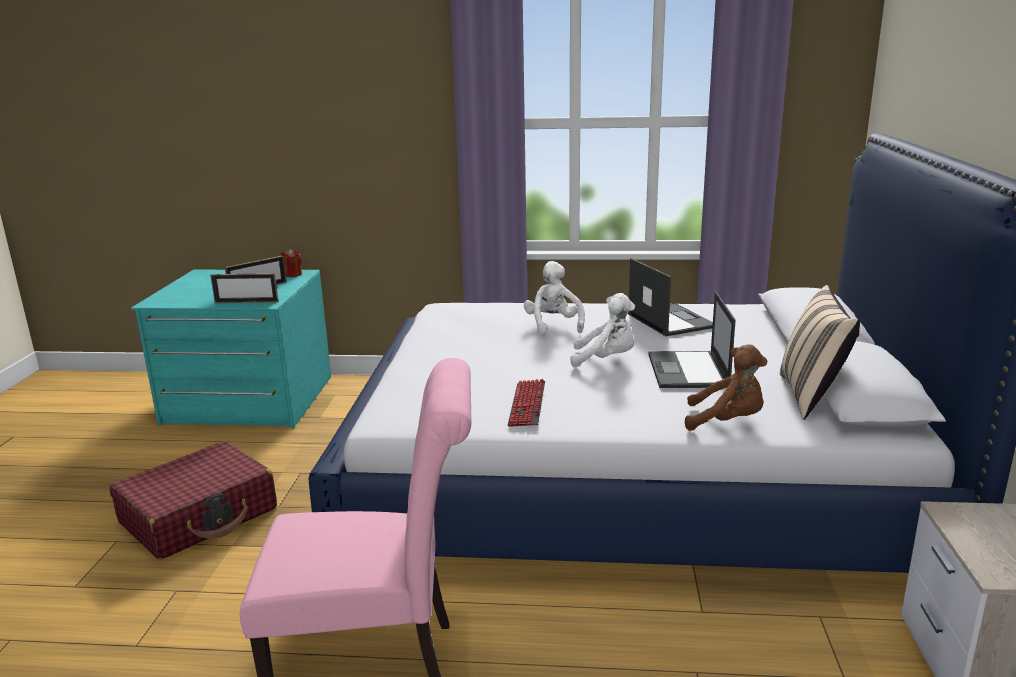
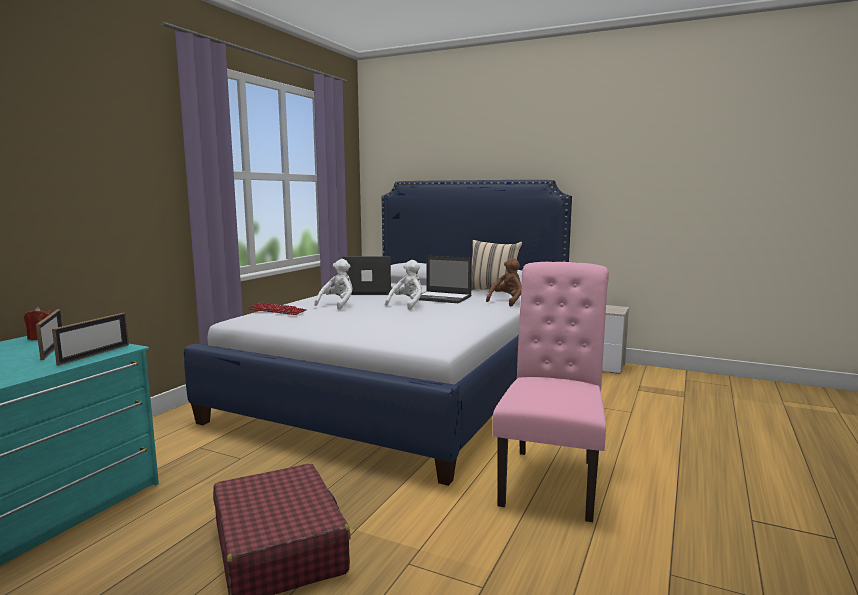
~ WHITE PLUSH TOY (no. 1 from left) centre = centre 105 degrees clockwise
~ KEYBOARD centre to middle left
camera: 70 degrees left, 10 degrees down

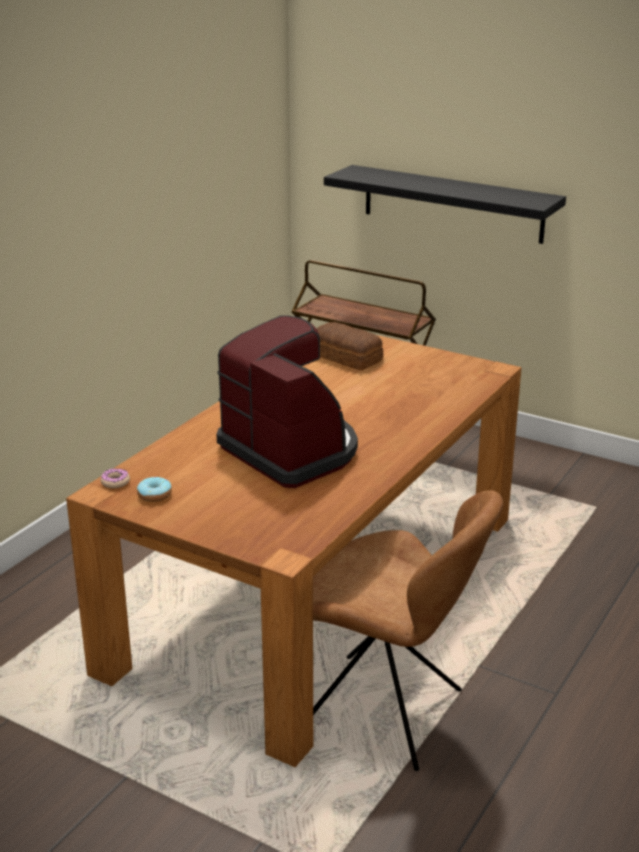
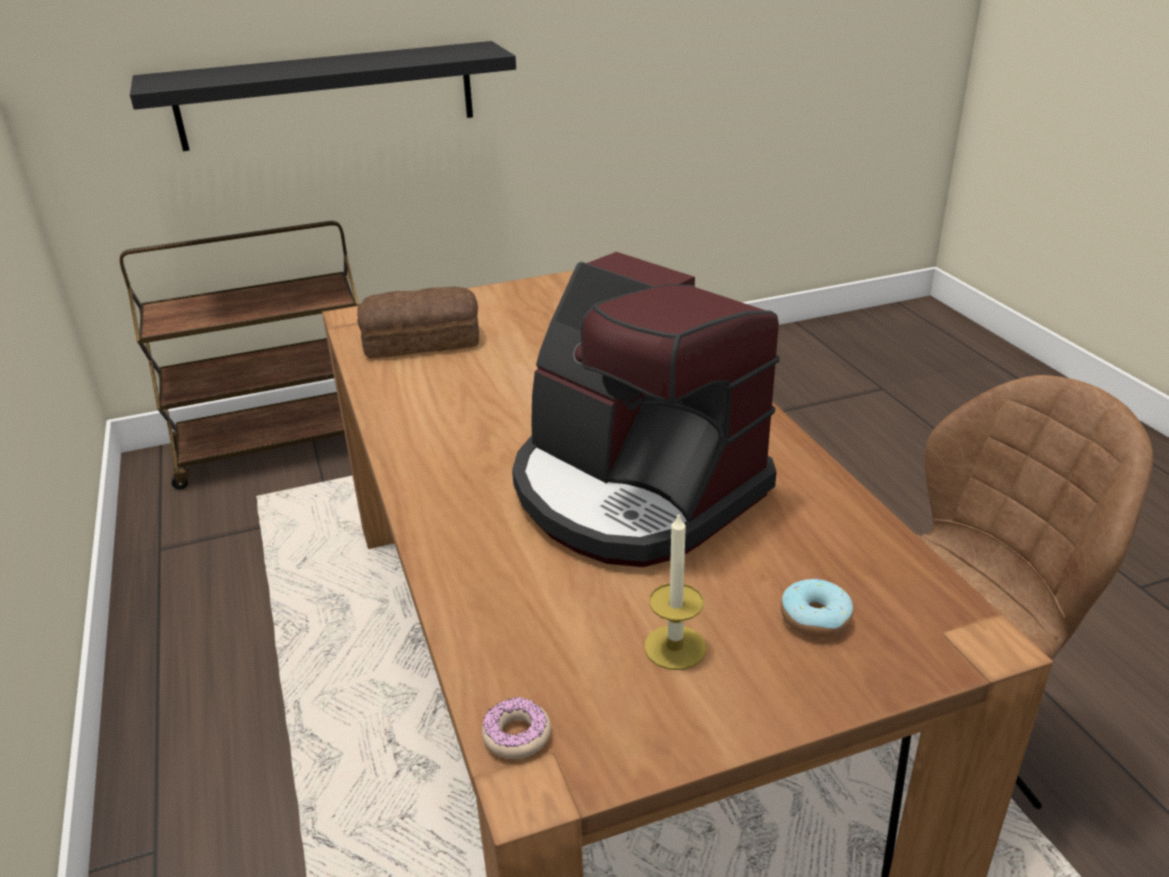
~ COFFEE MACHINE centre = centre 135 degrees counterclockwise
~ DONUT (no. 2 from left) middle left to bottom right
+ CANDLE bottom centre
camera: 50 degrees left, 5 degrees up

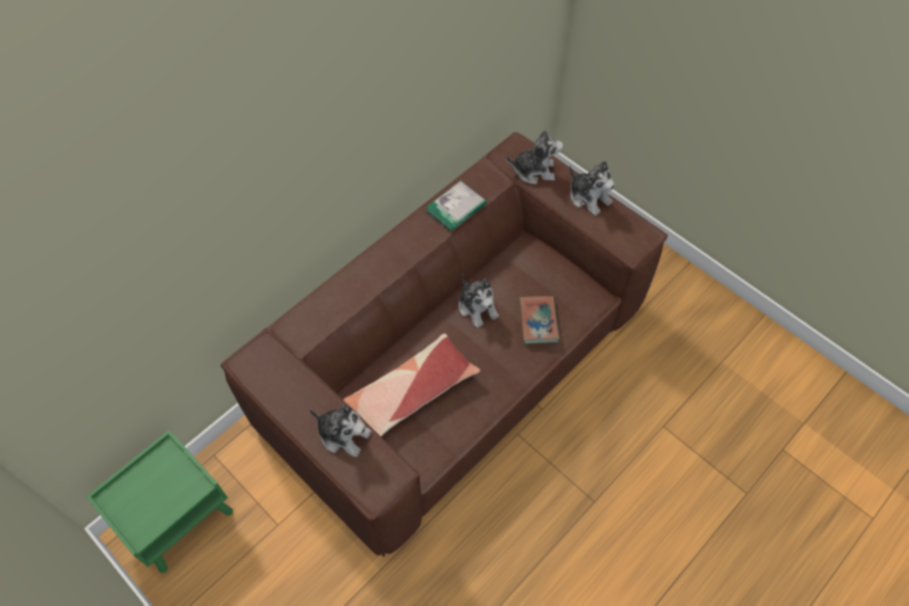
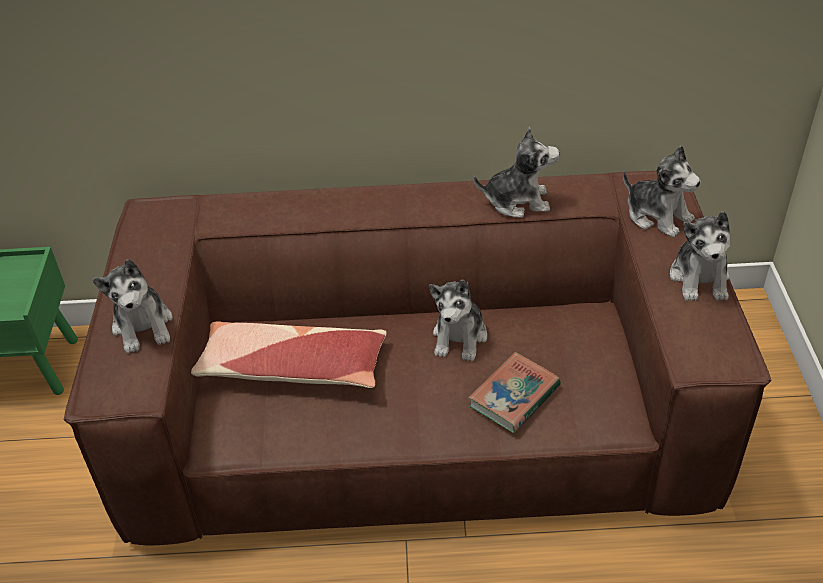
~ BOOK (no. 1 from left) centre to PLUSH TOY (no. 3 from left) top centre
camera: 45 degrees right, 15 degrees down

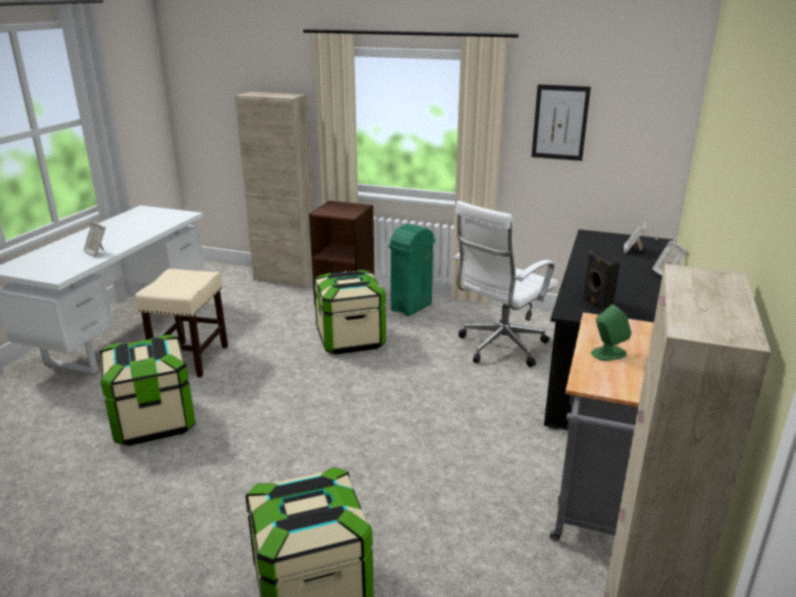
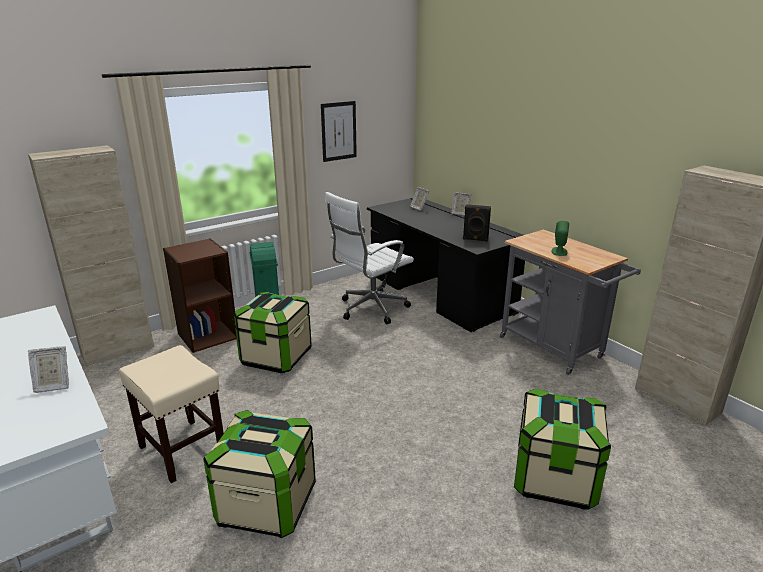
~ WHITE OFFICE CHAIR centre = centre 60 degrees clockwise
camera: 55 degrees left, 0 degrees up

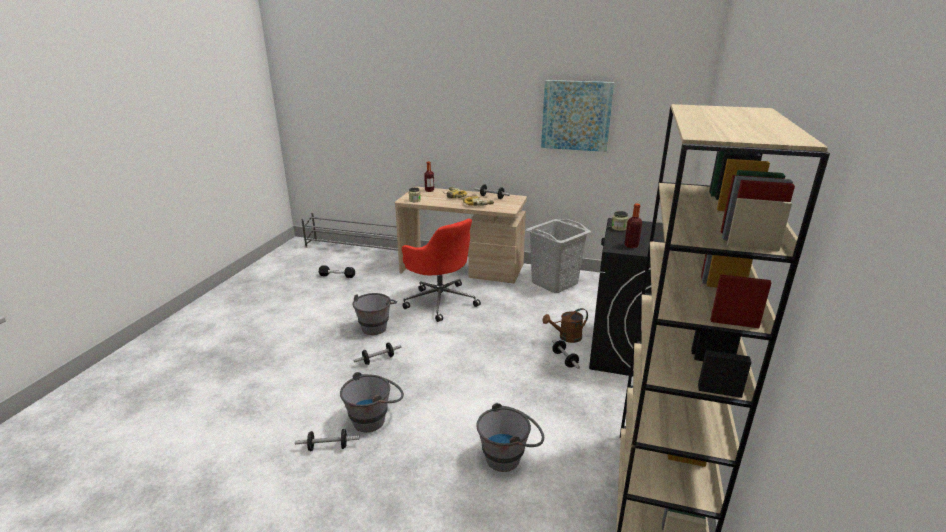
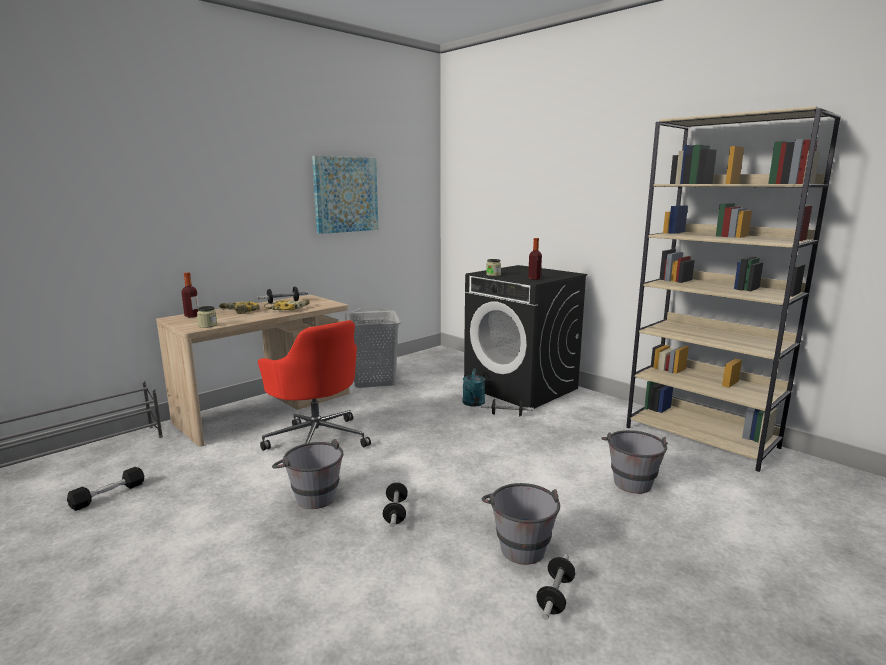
~ RED OFFICE CHAIR centre = centre 60 degrees clockwise
~ BROWN WATERING CAN centre to TURQUOISE WATERING CAN centre
camera: 60 degrees left, 10 degrees down

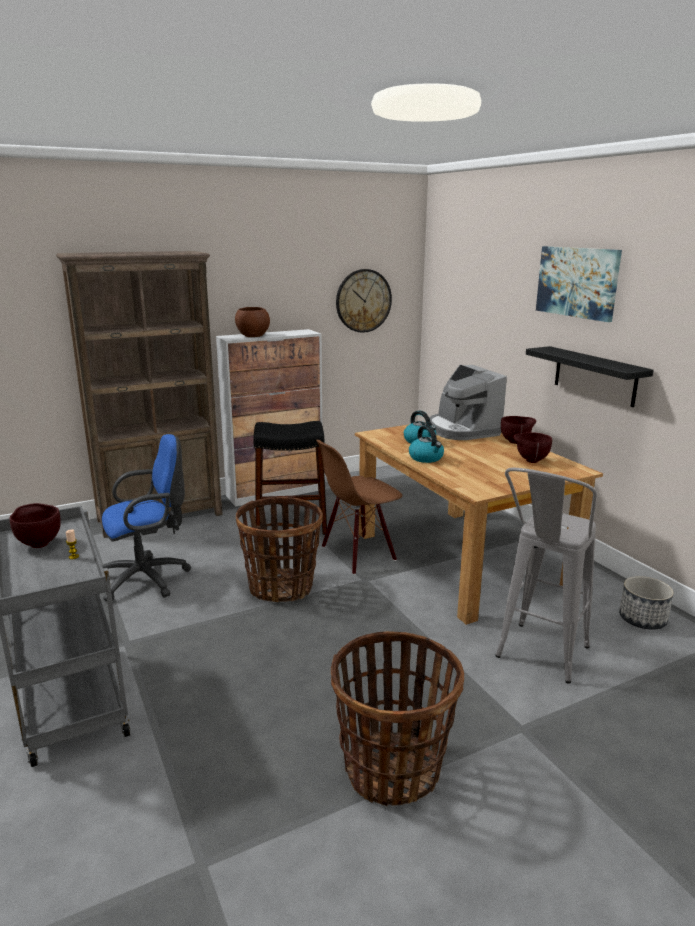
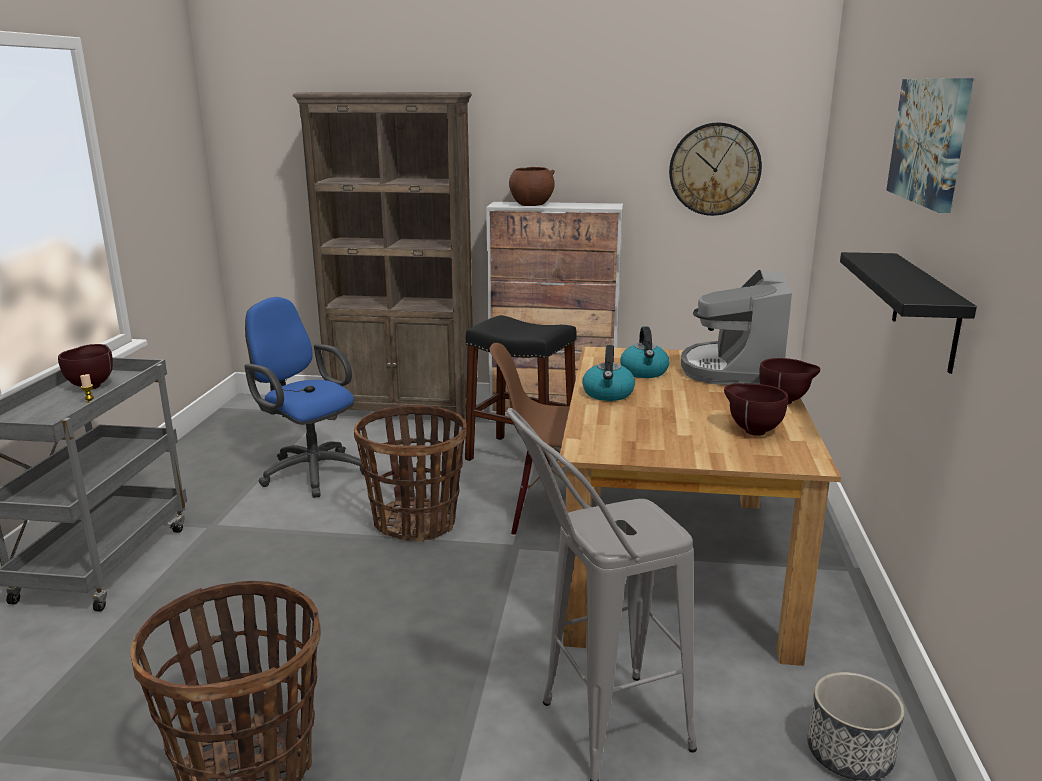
~ BLUE OFFICE CHAIR middle left = middle left 150 degrees counterclockwise
camera: 35 degrees right, 0 degrees up

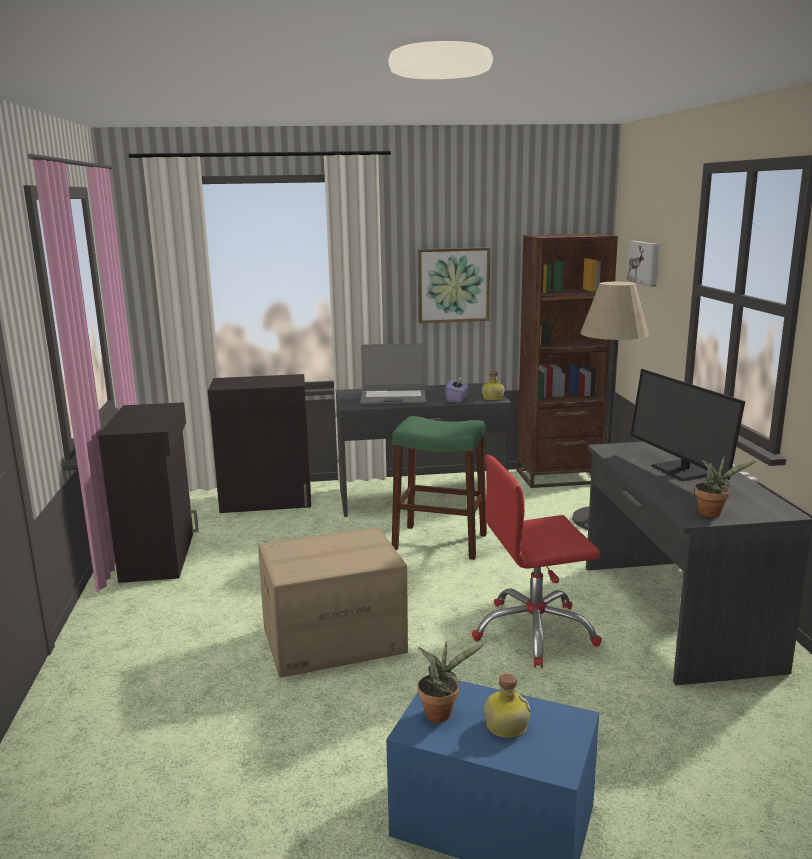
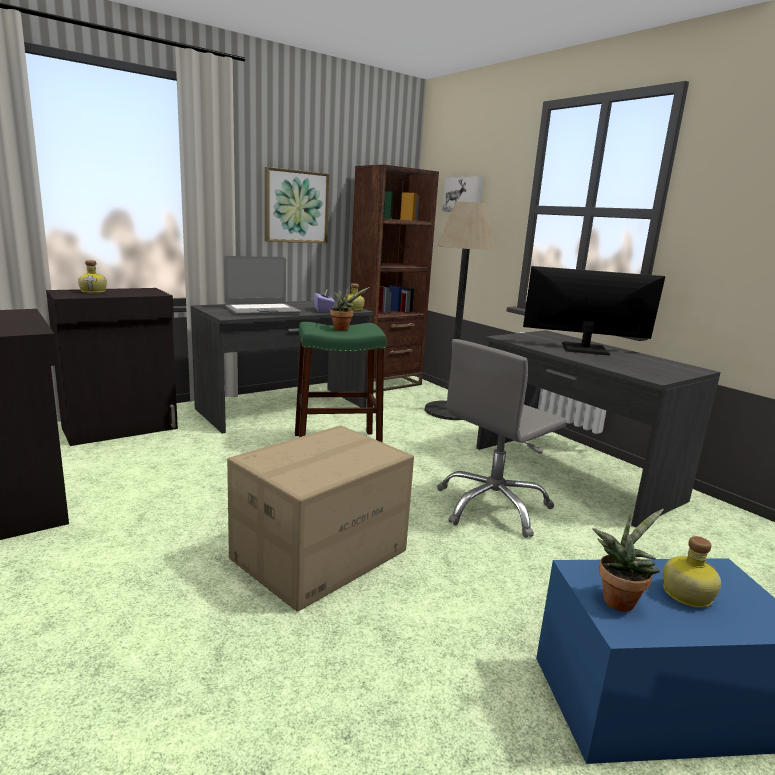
~ MONITOR middle right = middle right 150 degrees clockwise
~ RED OFFICE CHAIR centre to GREY OFFICE CHAIR centre
~ POTTED PLANT (no. 2 from left in the first image) middle right to POTTED PLANT (no. 1 from left) centre
+ BOTTLE (no. 1 from left) middle left
camera: 30 degrees left, 0 degrees up

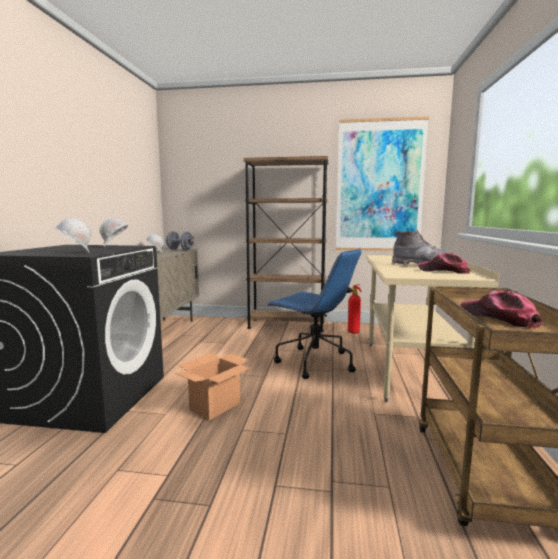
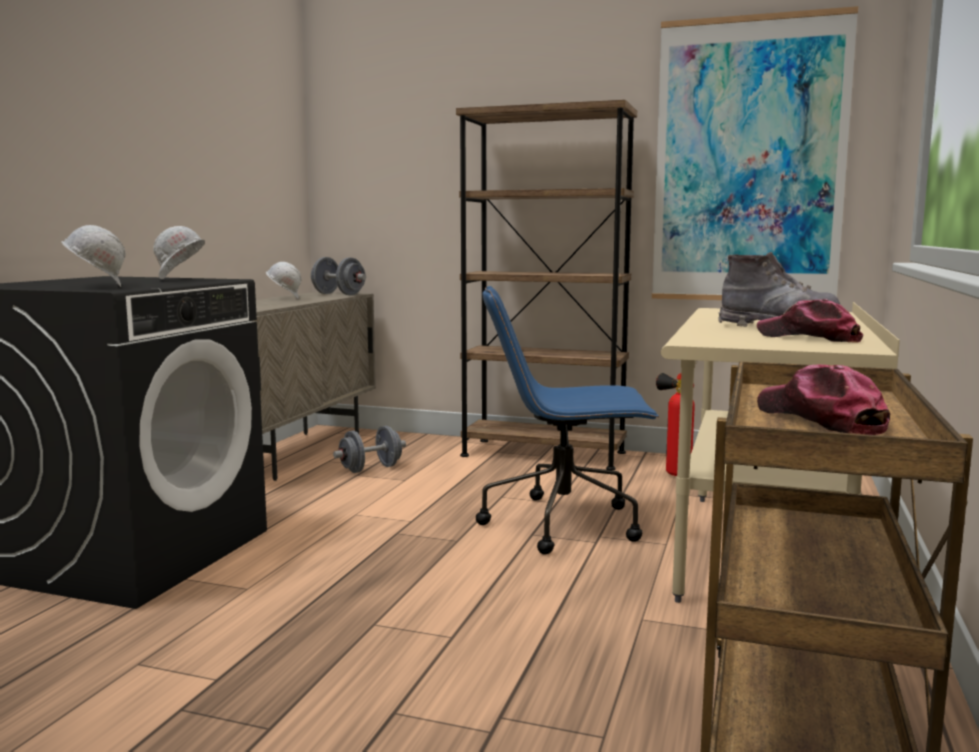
~ BLUE OFFICE CHAIR centre = centre 135 degrees clockwise
- CARDBOARD BOX bottom centre
+ GREY DUMBBELL (no. 2 from left) centre
camera: 10 degrees right, 0 degrees up

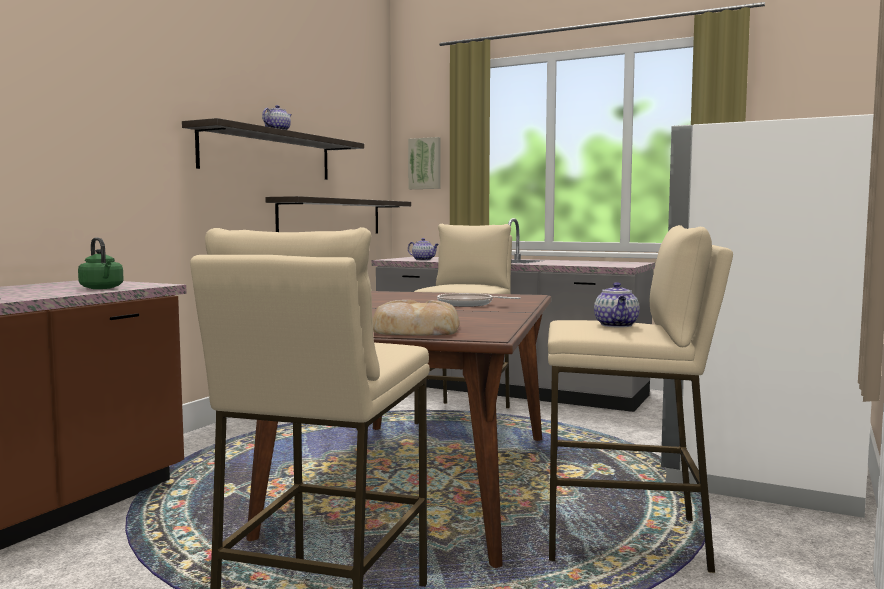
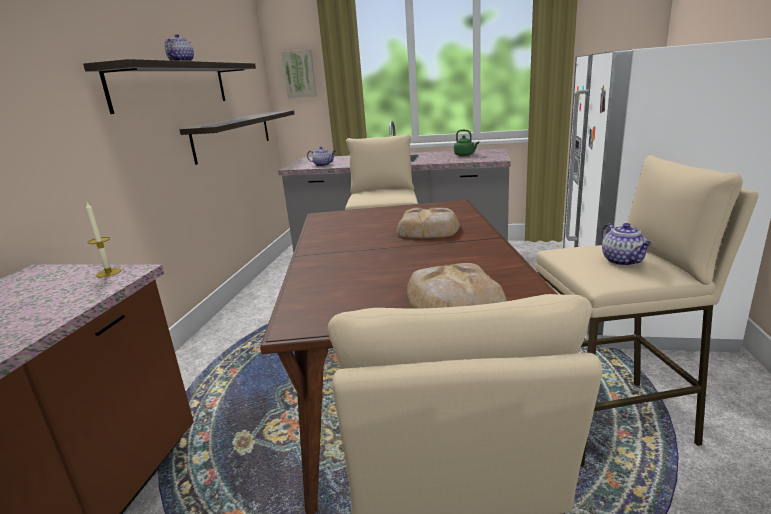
~ GREEN KETTLE middle left to top centre
~ FRYING PAN centre to BREAD (no. 1 from left) centre
+ CANDLE middle left
camera: 15 degrees left, 15 degrees up

